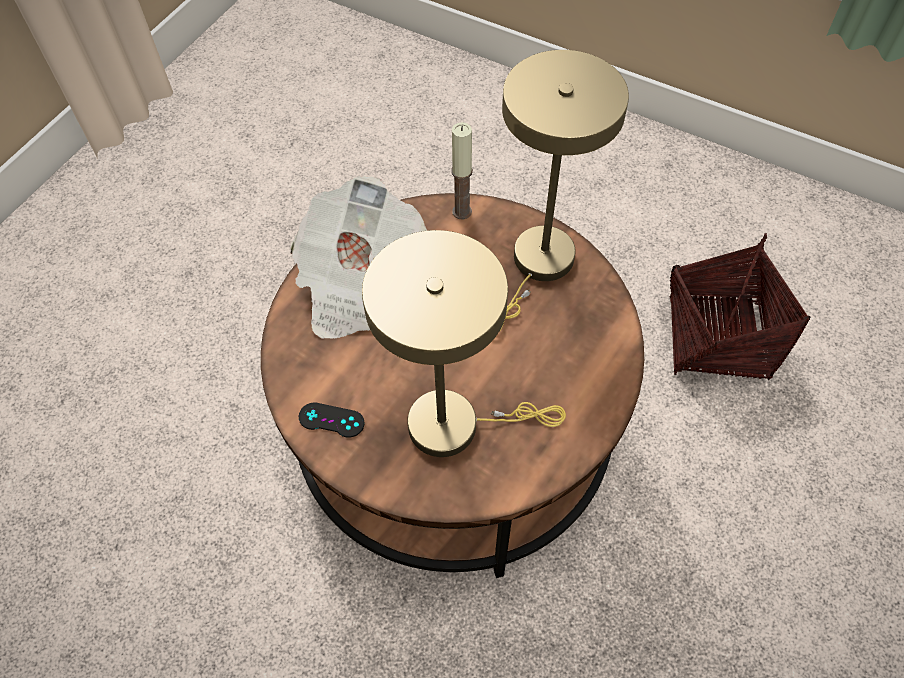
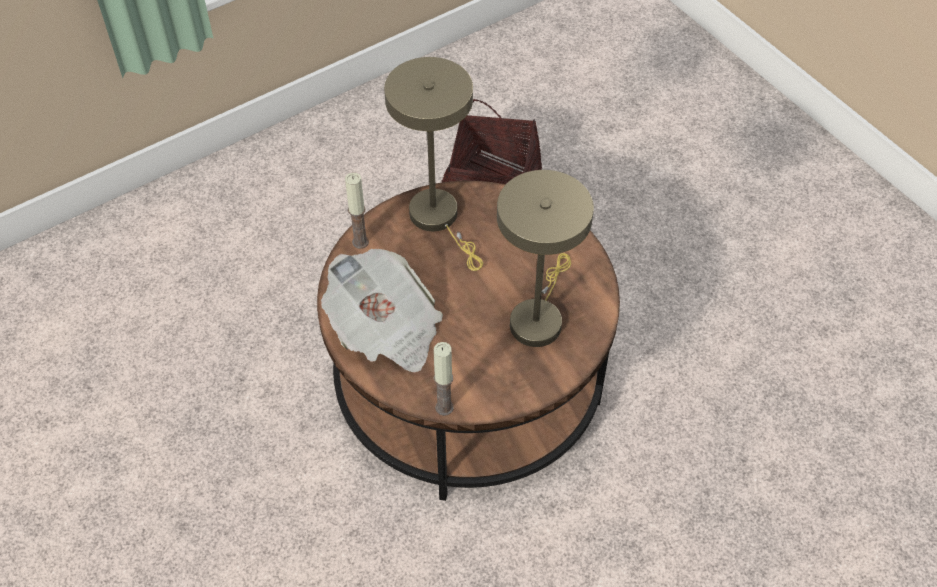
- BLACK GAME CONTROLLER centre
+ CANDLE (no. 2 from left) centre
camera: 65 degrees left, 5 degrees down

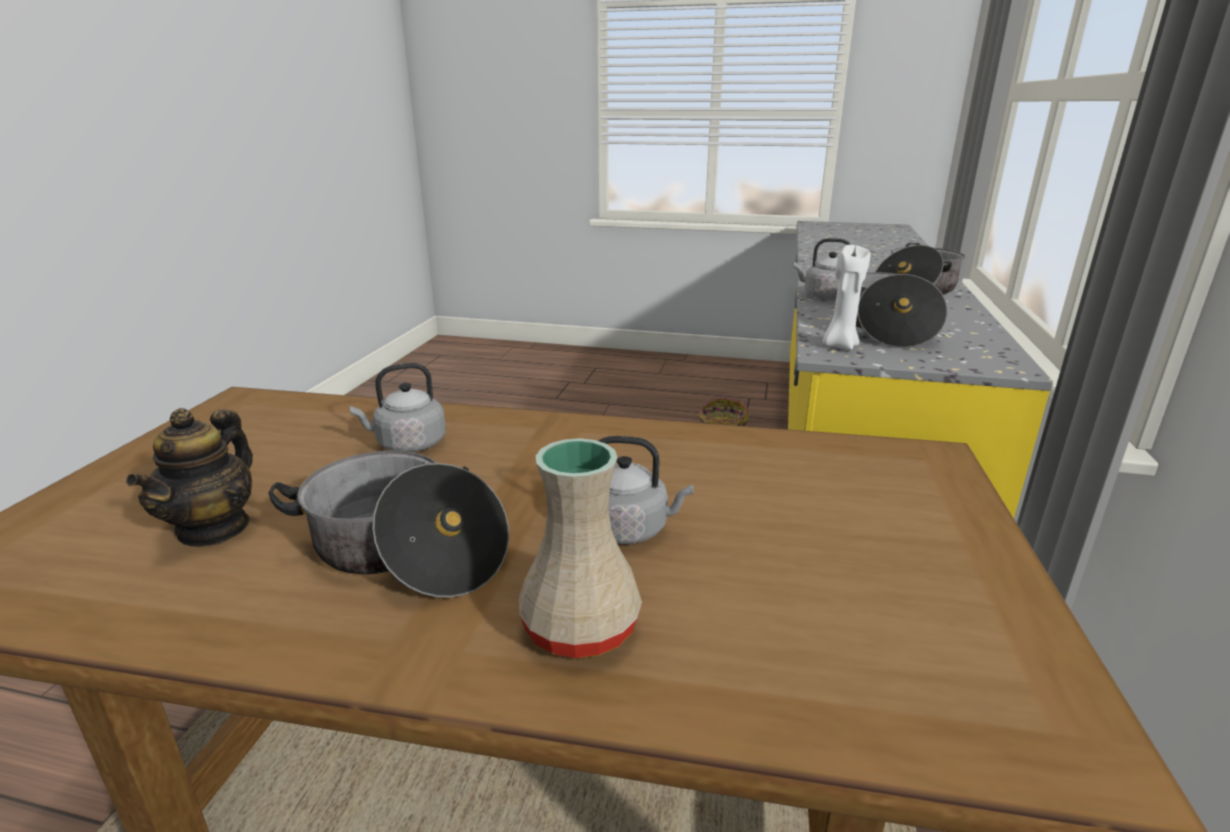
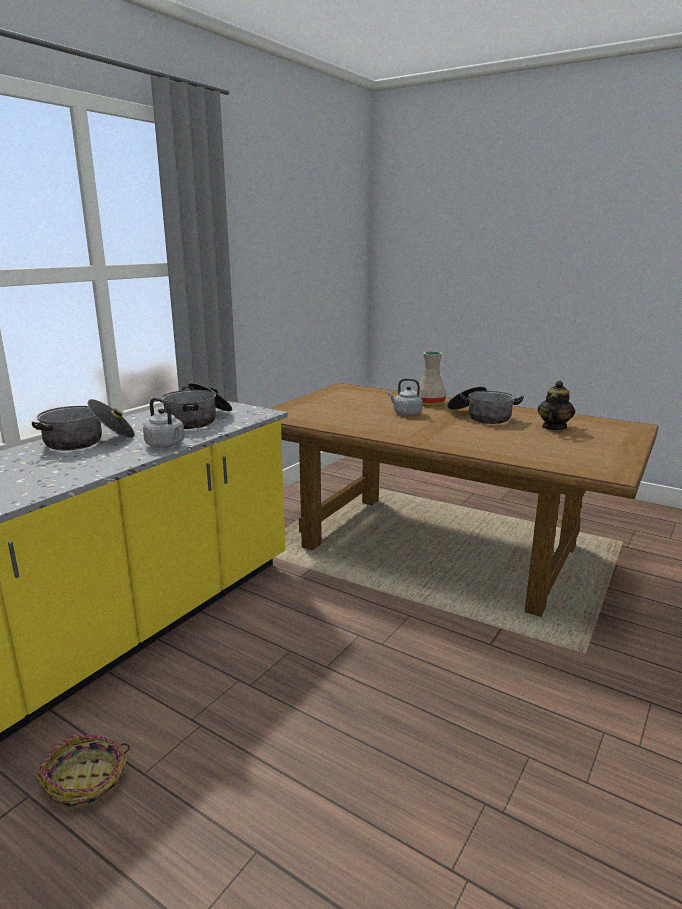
- WHITE CANDLE middle right
- GREY KETTLE (no. 1 from left) middle left
camera: 160 degrees left, 5 degrees down

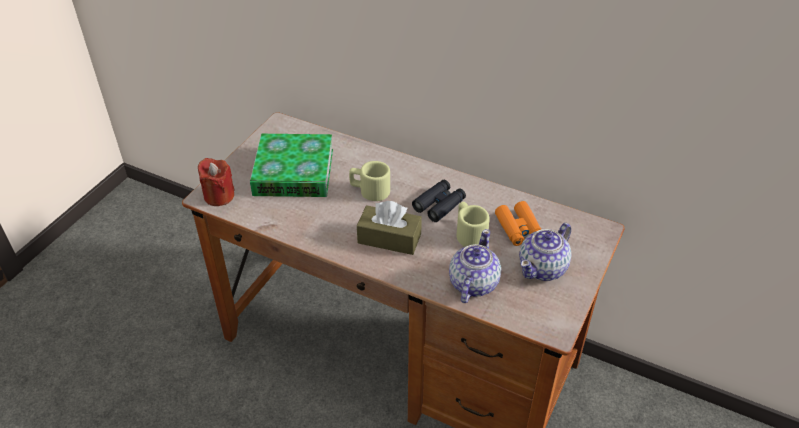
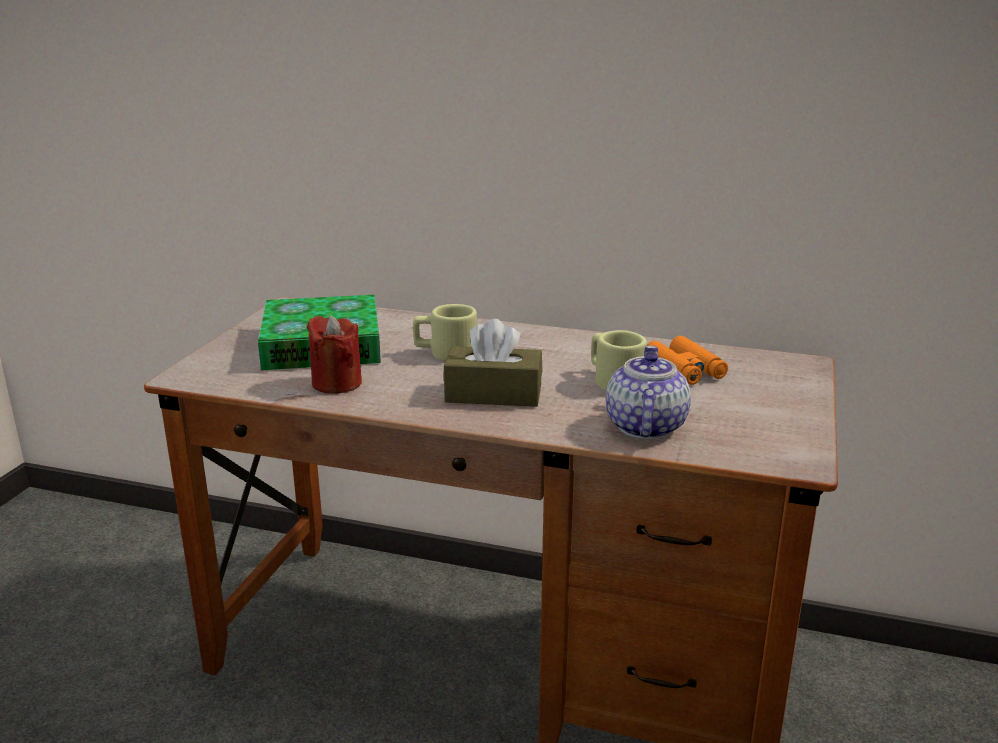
~ RED CANDLE middle left to centre
- BLACK BINOCULARS centre
- TEAPOT (no. 2 from left) middle right
camera: 10 degrees left, 20 degrees down

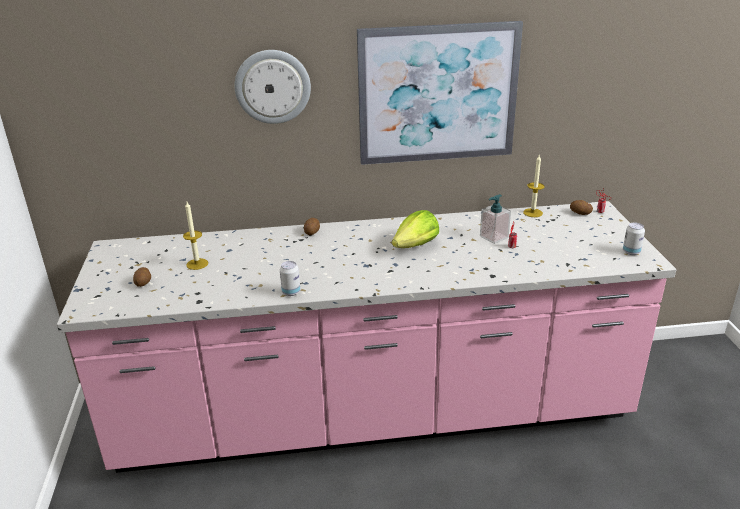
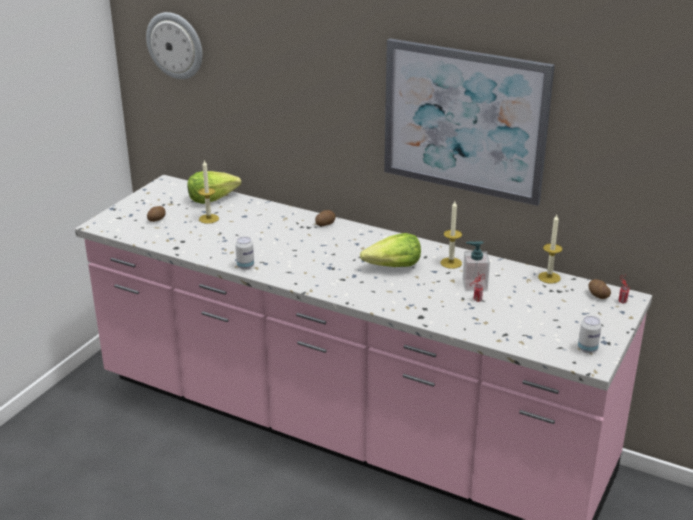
~ WALL CLOCK top centre to top left
+ LETTUCE (no. 1 from left) middle left
+ CANDLE (no. 2 from left) centre
camera: 35 degrees right, 0 degrees up

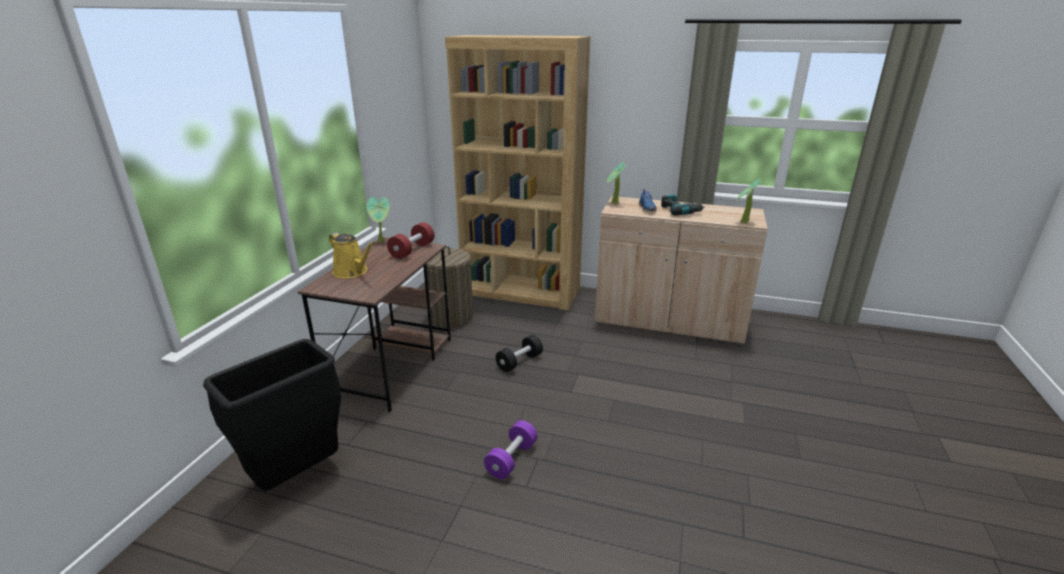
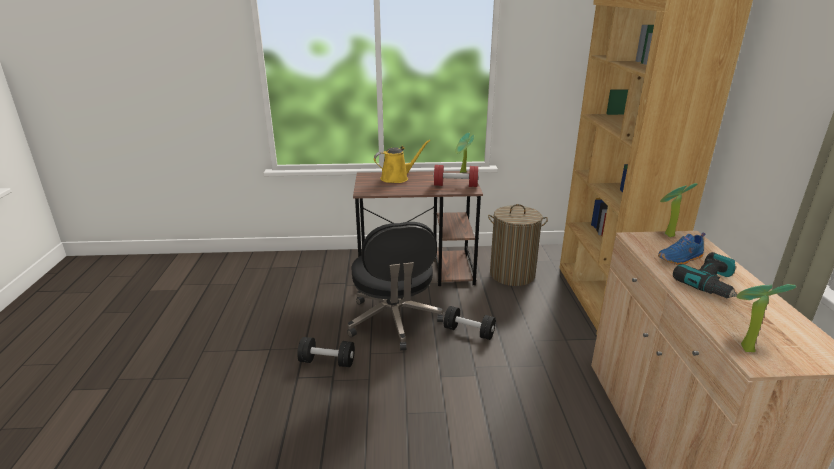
~ YELLOW WATERING CAN middle left = centre 135 degrees counterclockwise
- BLACK TRASH CAN bottom left
~ PURPLE DUMBBELL bottom centre to BLACK DUMBBELL (no. 1 from left) bottom centre
+ BLACK OFFICE CHAIR centre
camera: 70 degrees right, 0 degrees up

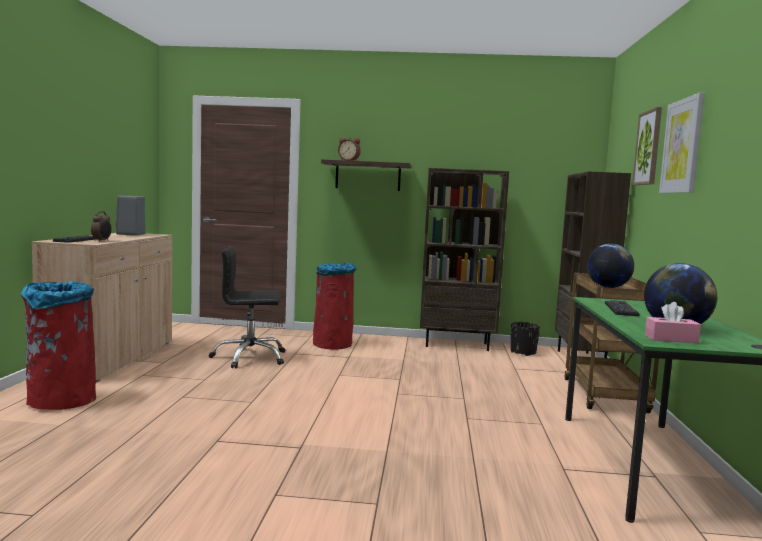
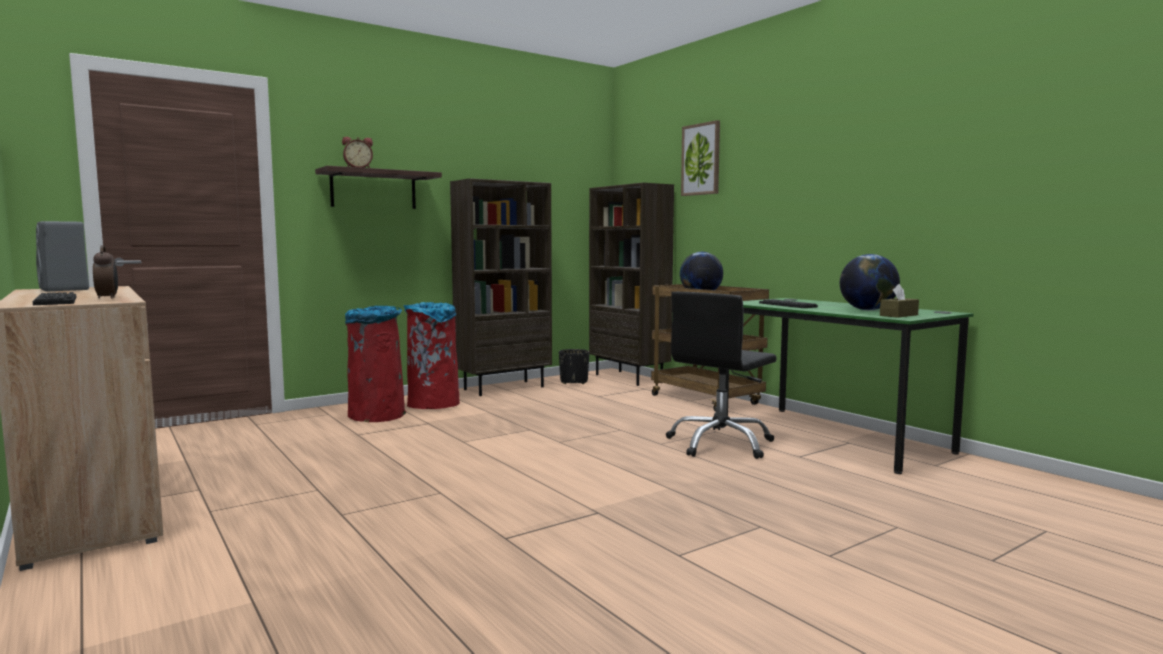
- PICTURE (no. 2 from left) top right
~ BLACK OFFICE CHAIR middle left to centre
~ RED TRASH CAN (no. 1 from left in the first image) middle left to RED TRASH CAN (no. 2 from left) centre
~ PINK TISSUE BOX middle right to BROWN TISSUE BOX middle right
camera: 40 degrees left, 0 degrees up

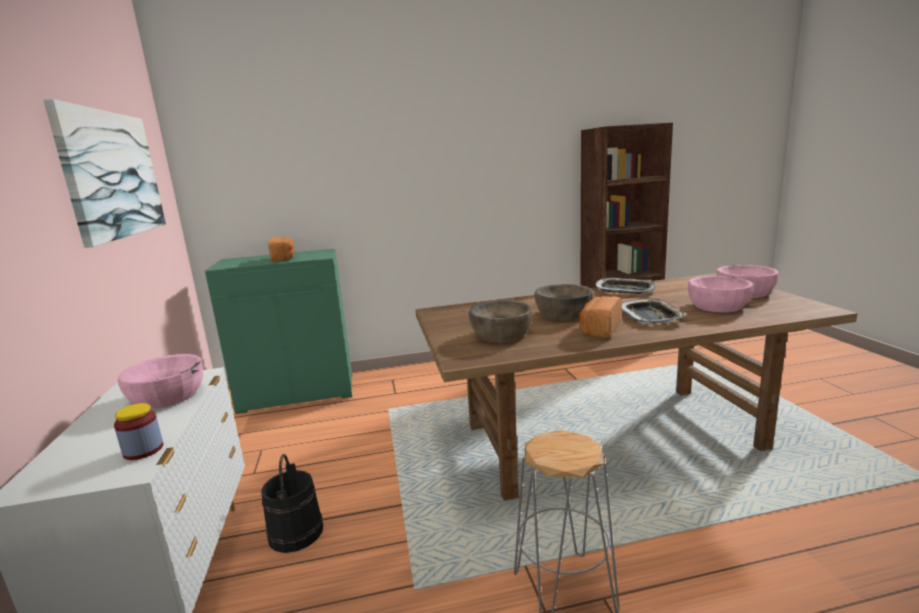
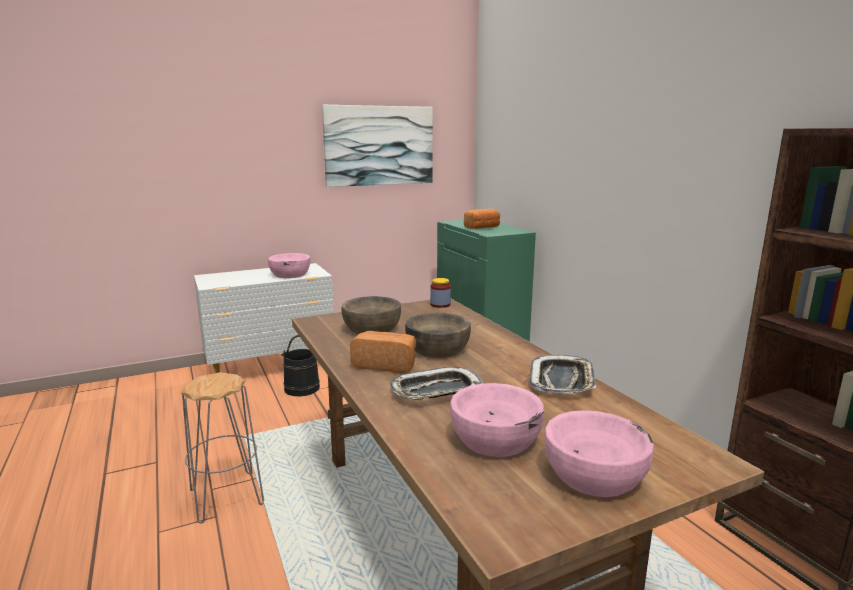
~ JAR bottom left to centre
camera: 75 degrees right, 0 degrees up

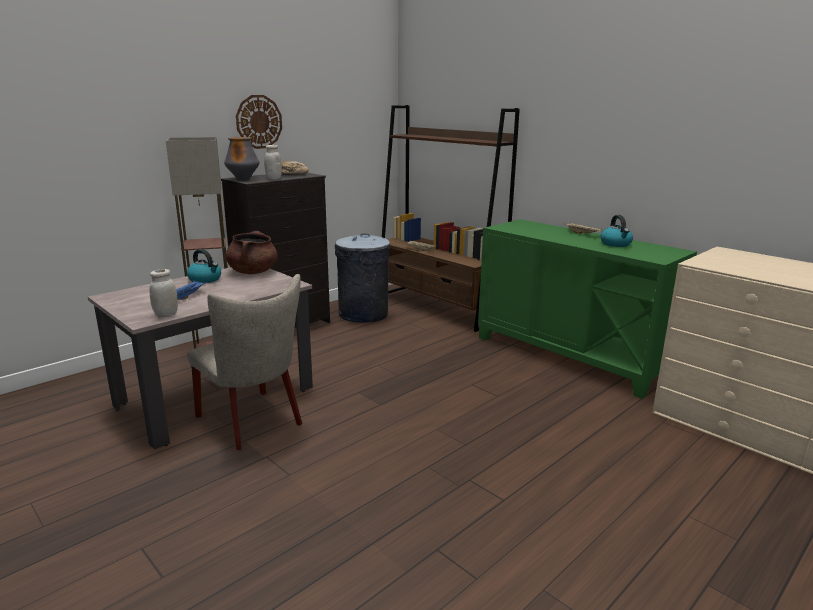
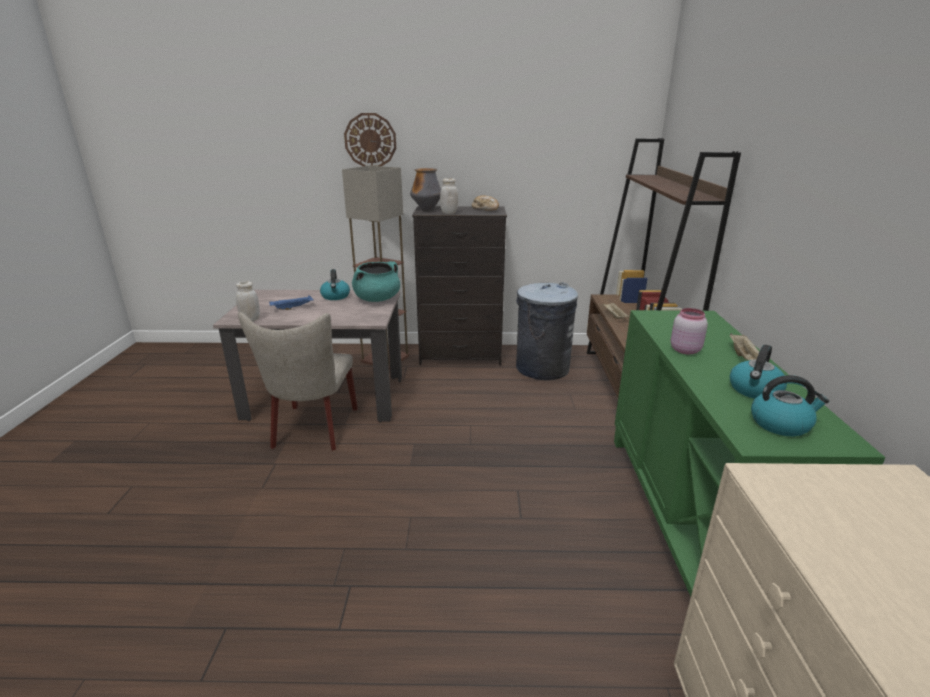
~ WALL CLOCK top left to top centre
~ BROWN COOKING POT middle left to TURQUOISE COOKING POT centre
+ PINK JAR middle right
+ KETTLE (no. 3 from left) middle right
camera: 45 degrees right, 5 degrees up

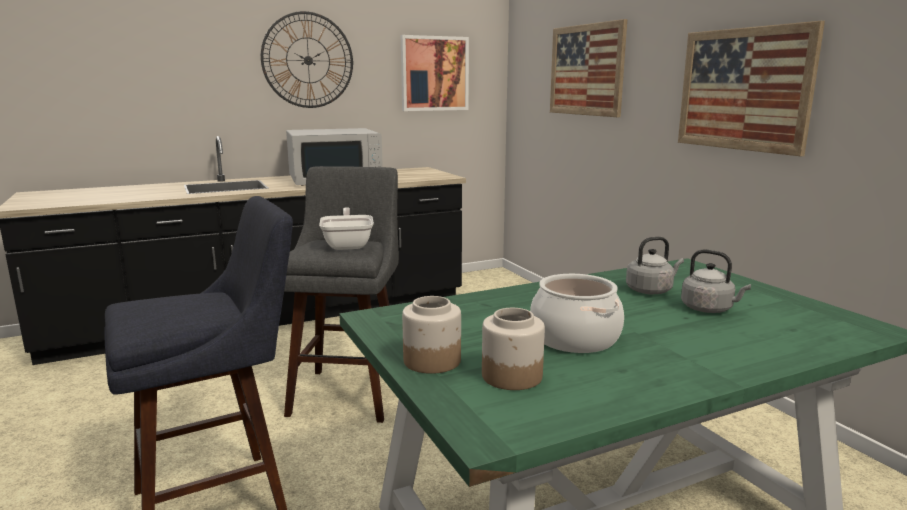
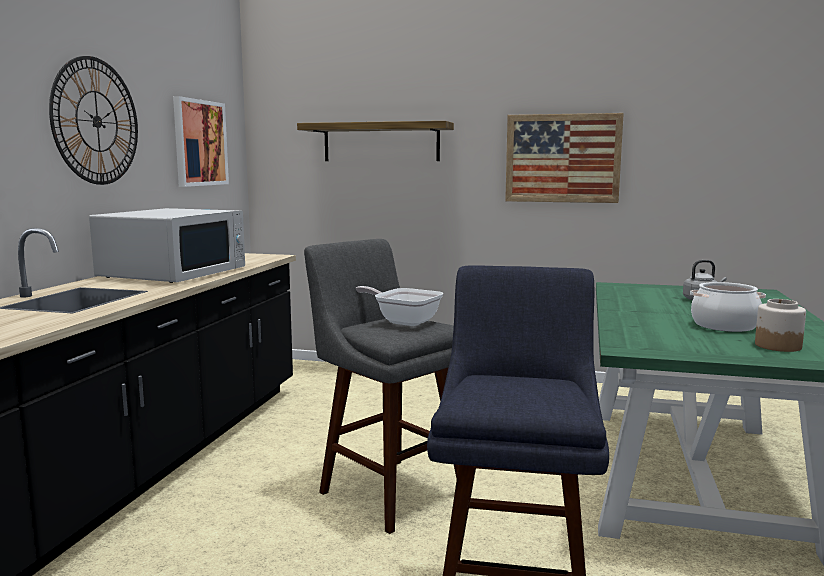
~ PICTURE (no. 2 from left) top centre to SHELF top centre
- GREY KETTLE (no. 1 from left) middle right
- JAR (no. 1 from left) centre
camera: 50 degrees left, 5 degrees down

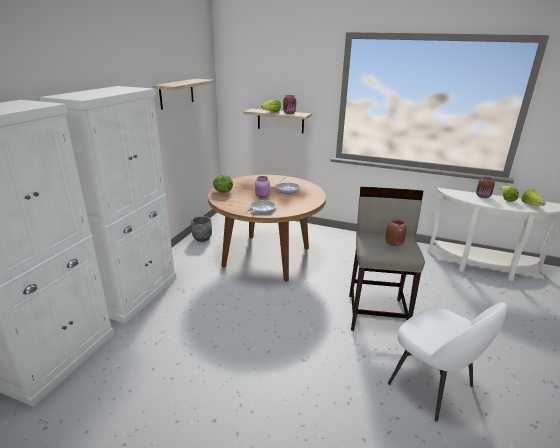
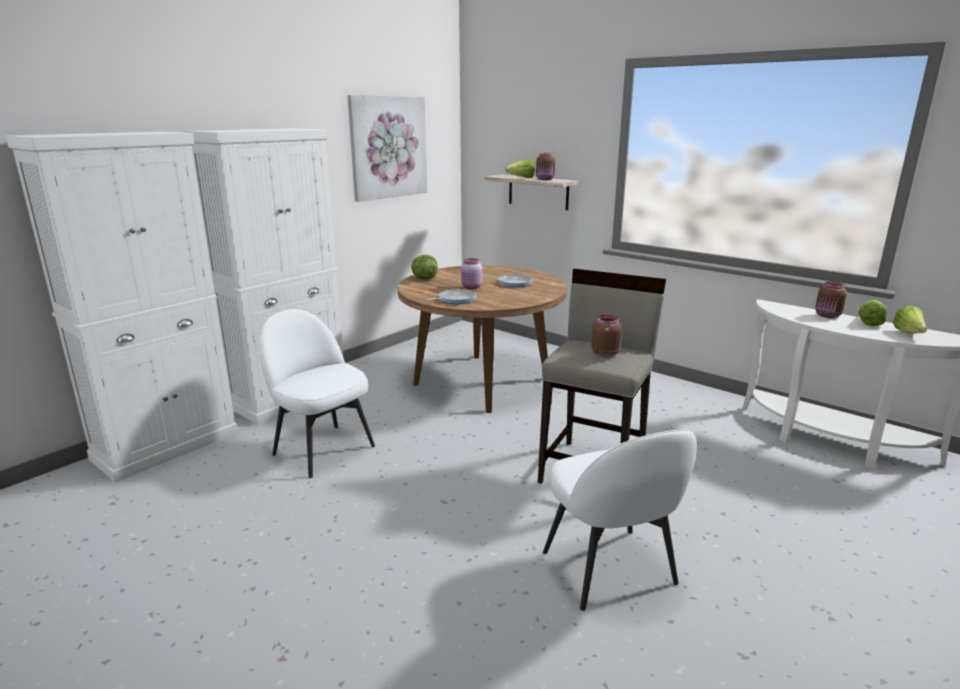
~ SHELF (no. 1 from left) top left to PICTURE top centre
- GREY PLANTER centre
+ WHITE CHAIR (no. 1 from left) middle left
camera: 20 degrees right, 5 degrees down

